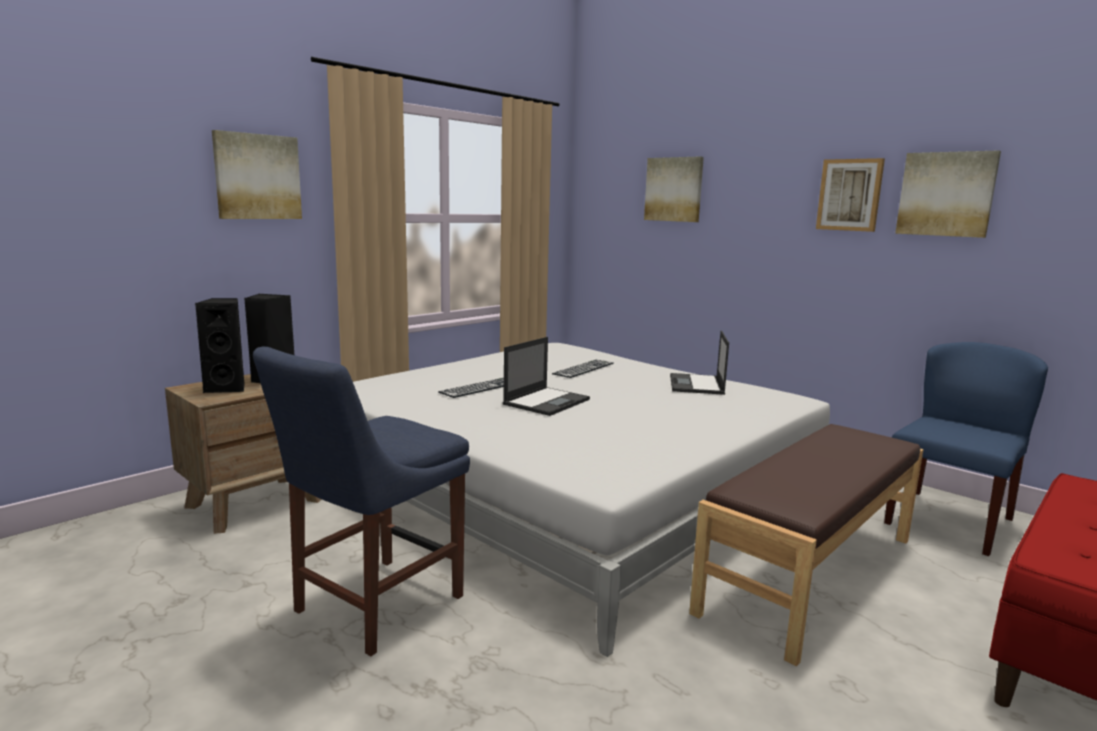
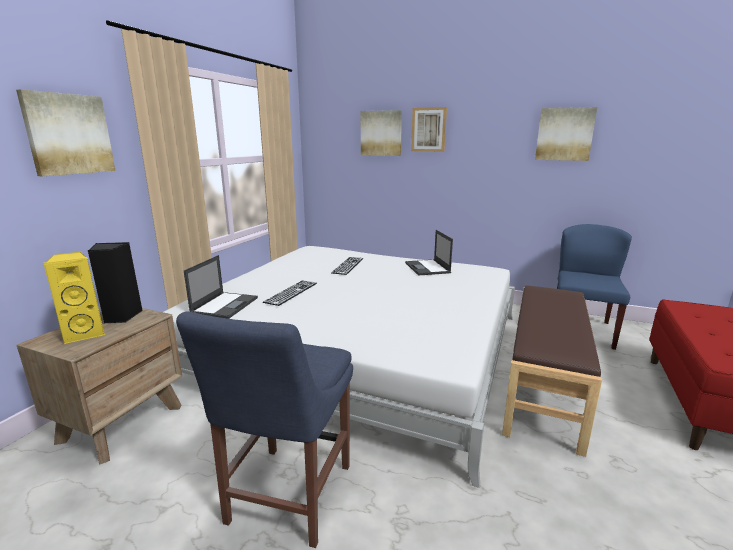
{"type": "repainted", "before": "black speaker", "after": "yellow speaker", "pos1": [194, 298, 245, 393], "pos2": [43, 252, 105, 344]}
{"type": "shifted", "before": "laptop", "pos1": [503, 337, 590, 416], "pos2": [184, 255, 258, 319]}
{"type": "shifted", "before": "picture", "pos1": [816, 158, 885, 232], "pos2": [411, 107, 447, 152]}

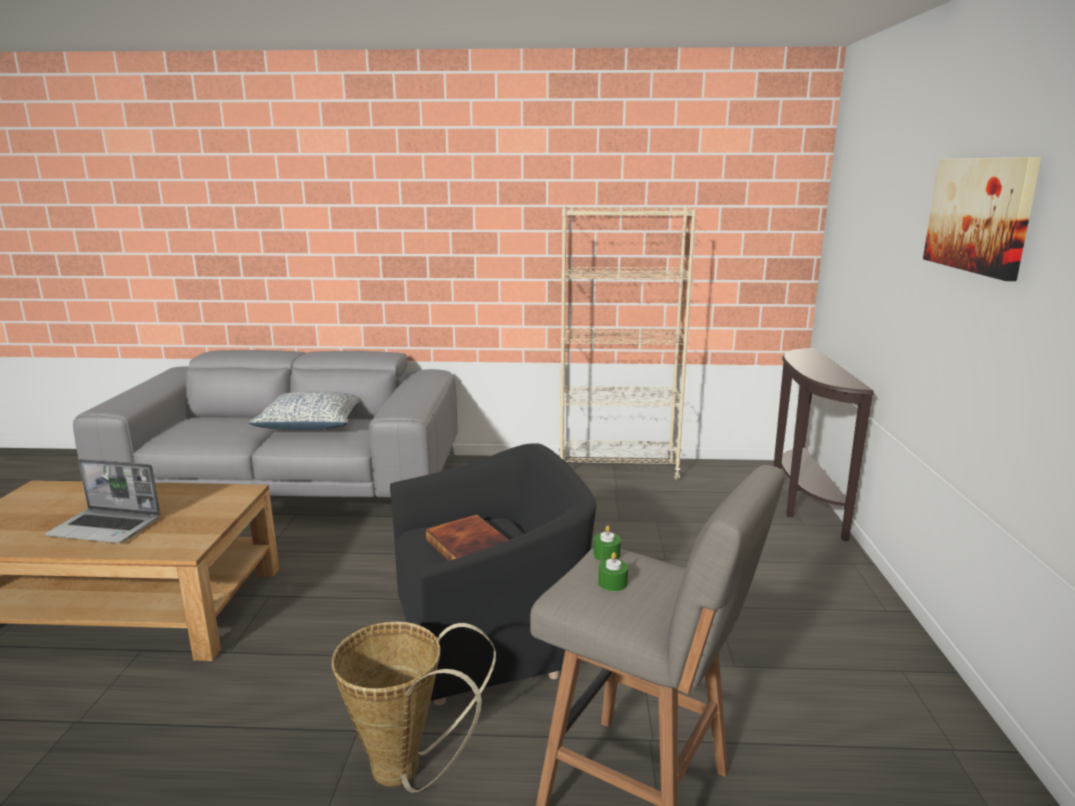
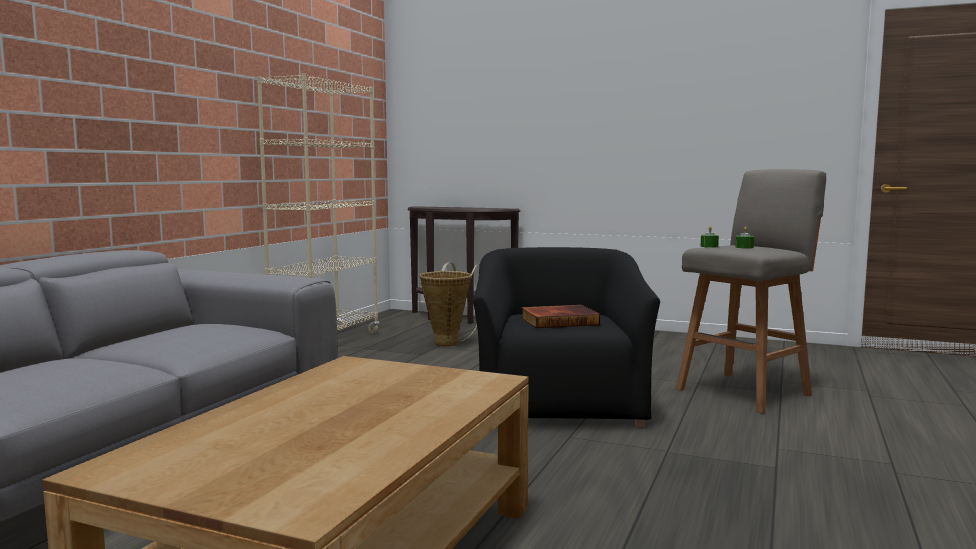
{"type": "shifted", "before": "basket", "pos1": [332, 622, 496, 792], "pos2": [420, 262, 480, 347]}
{"type": "gone", "before": "laptop", "pos1": [45, 459, 161, 543]}
{"type": "gone", "before": "pillow", "pos1": [248, 391, 361, 430]}
{"type": "gone", "before": "picture", "pos1": [923, 157, 1042, 281]}

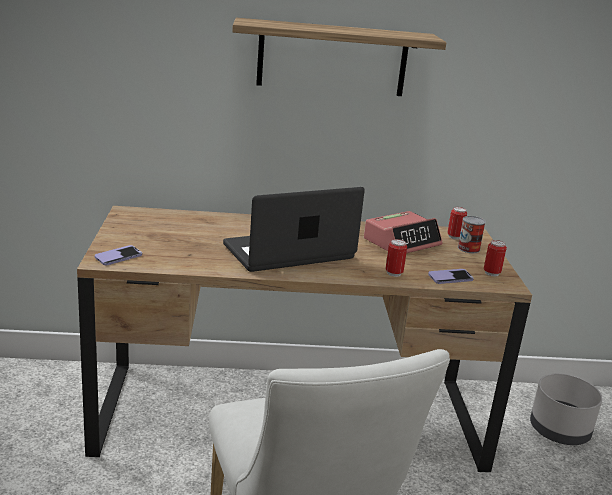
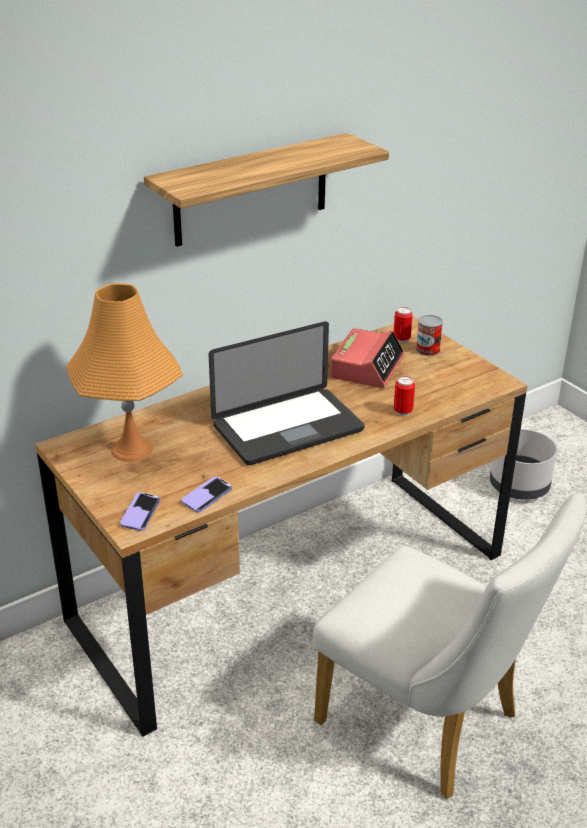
{"type": "new", "after": "orange table lamp", "pos2": [67, 283, 183, 462]}
{"type": "shifted", "before": "phone", "pos1": [428, 269, 474, 284], "pos2": [182, 476, 232, 513]}
{"type": "rotated", "before": "laptop", "pos1": [223, 187, 365, 272], "pos2": [209, 321, 365, 465], "turn": -150}
{"type": "gone", "before": "can", "pos1": [484, 240, 507, 277]}

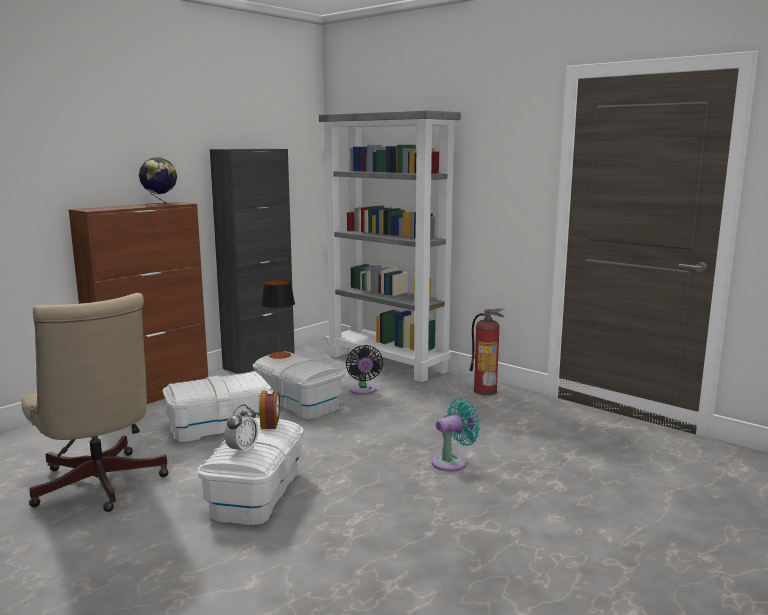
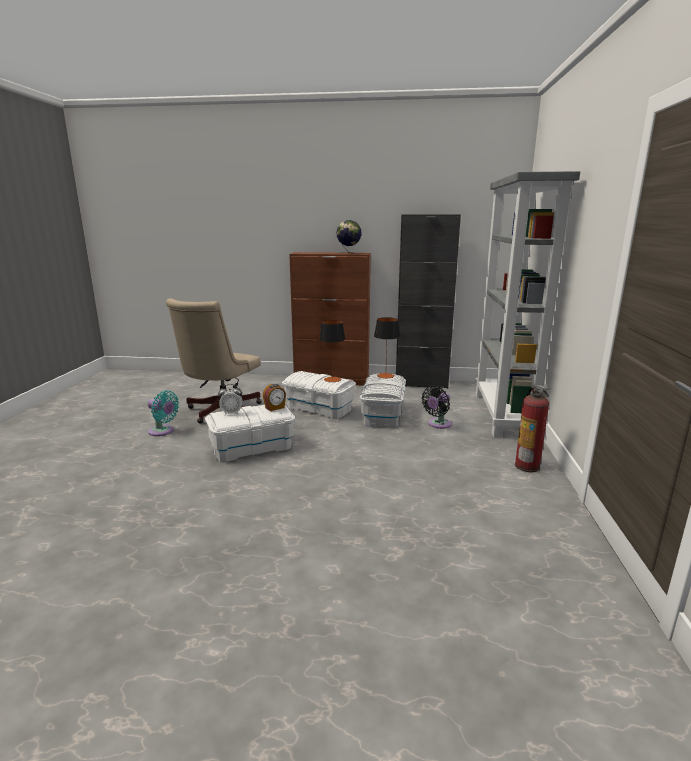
{"type": "shifted", "before": "turquoise fan", "pos1": [432, 398, 480, 472], "pos2": [148, 390, 179, 436]}
{"type": "new", "after": "table lamp", "pos2": [319, 320, 345, 382]}

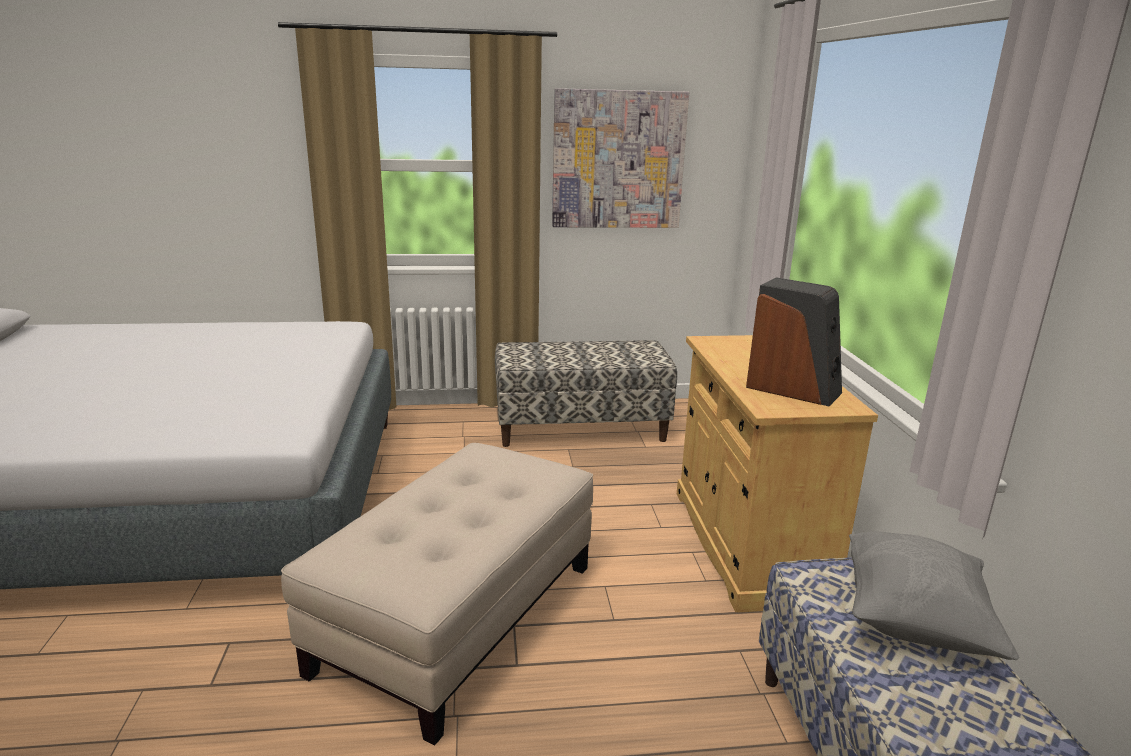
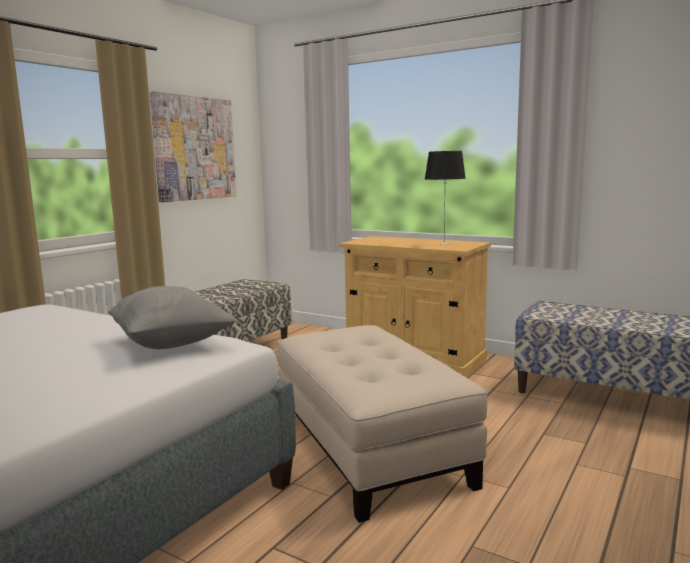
{"type": "shifted", "before": "grey pillow", "pos1": [849, 531, 1019, 660], "pos2": [108, 286, 238, 349]}
{"type": "swapped", "before": "speaker", "after": "table lamp", "pos1": [746, 277, 842, 406], "pos2": [425, 151, 466, 245]}

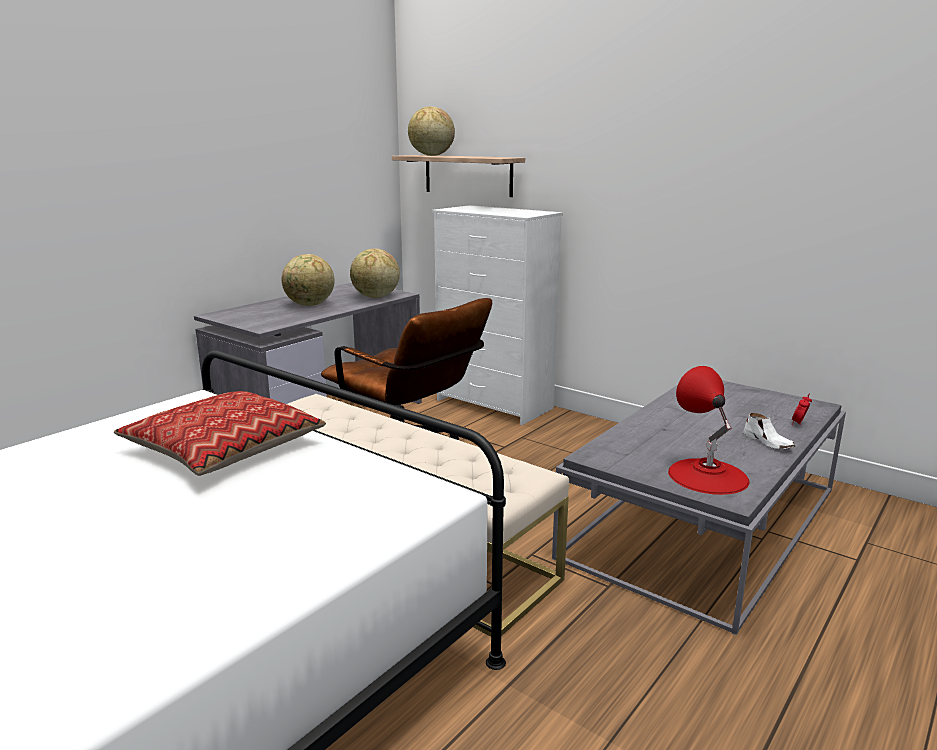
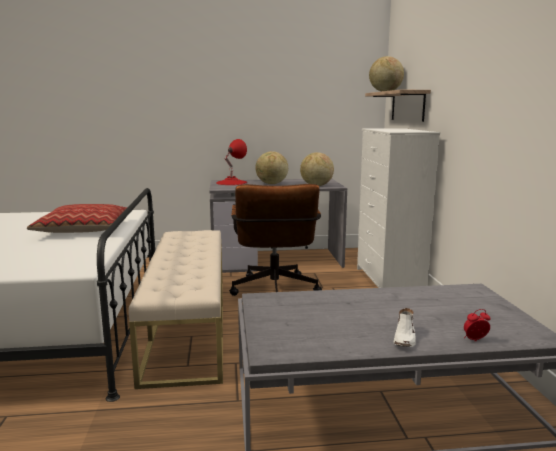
{"type": "shifted", "before": "red table lamp", "pos1": [668, 366, 749, 495], "pos2": [216, 139, 247, 185]}

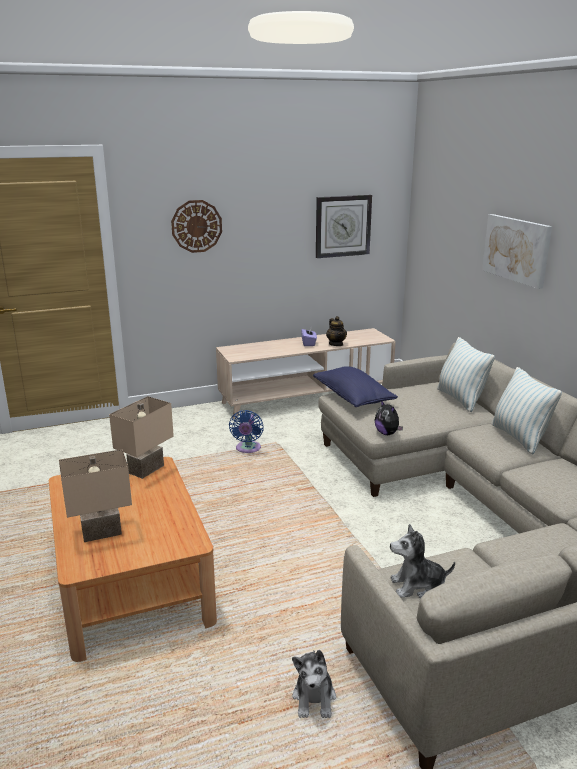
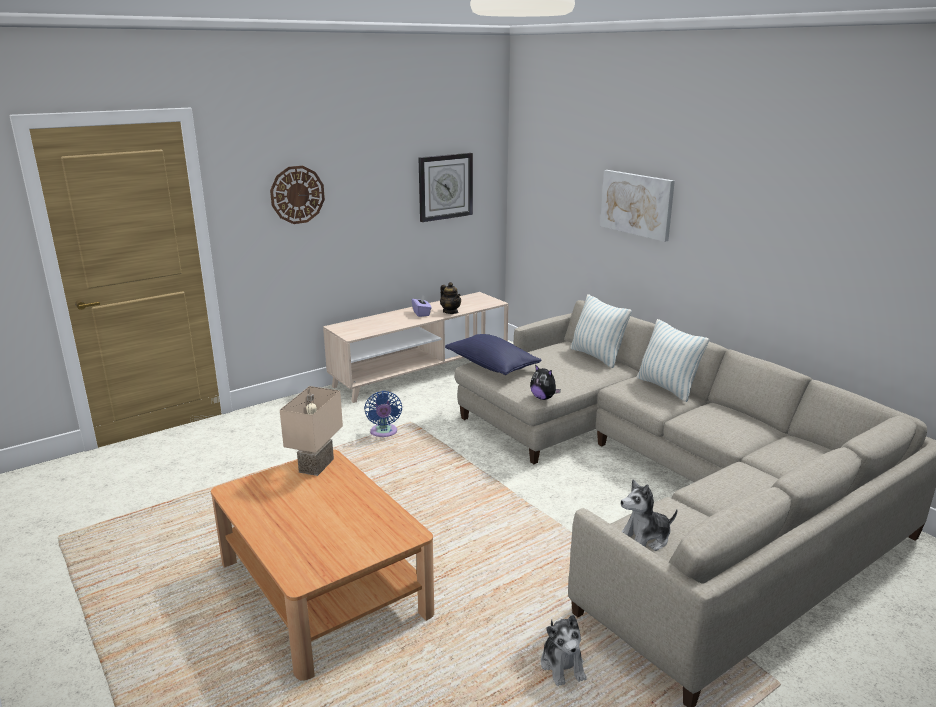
{"type": "gone", "before": "beige table lamp", "pos1": [59, 449, 132, 542]}

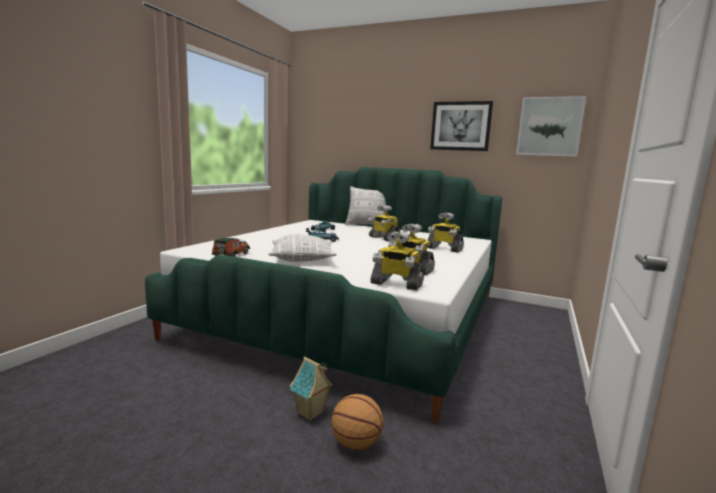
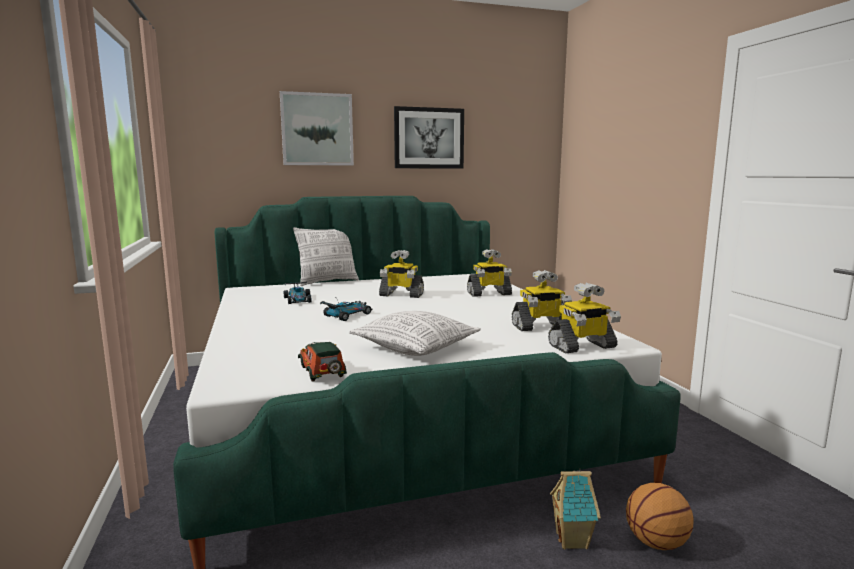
{"type": "shifted", "before": "picture", "pos1": [516, 96, 586, 157], "pos2": [280, 91, 354, 165]}

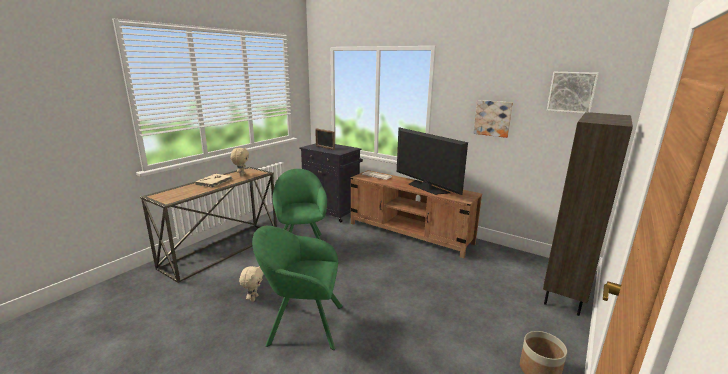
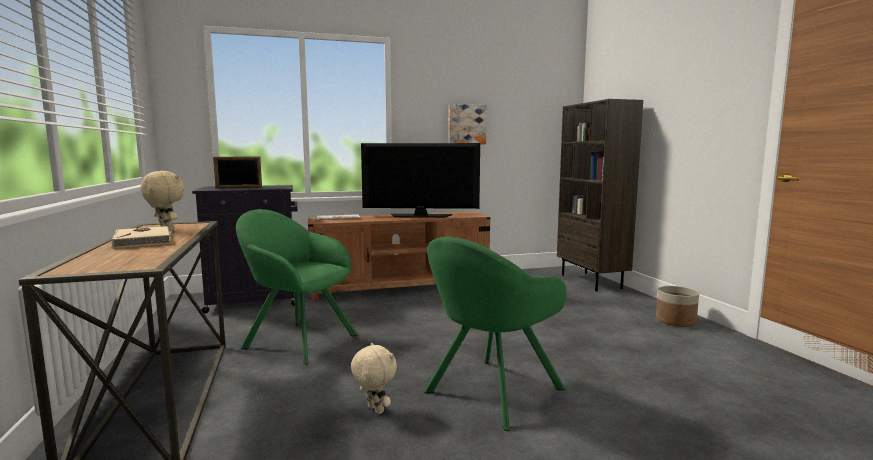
{"type": "gone", "before": "picture", "pos1": [547, 72, 598, 113]}

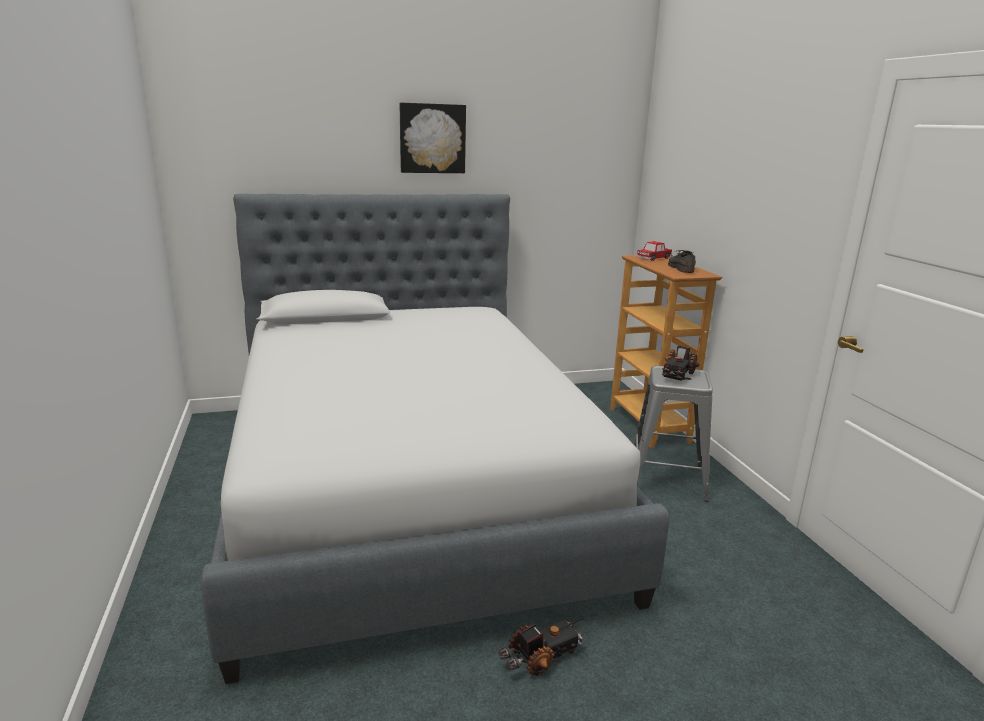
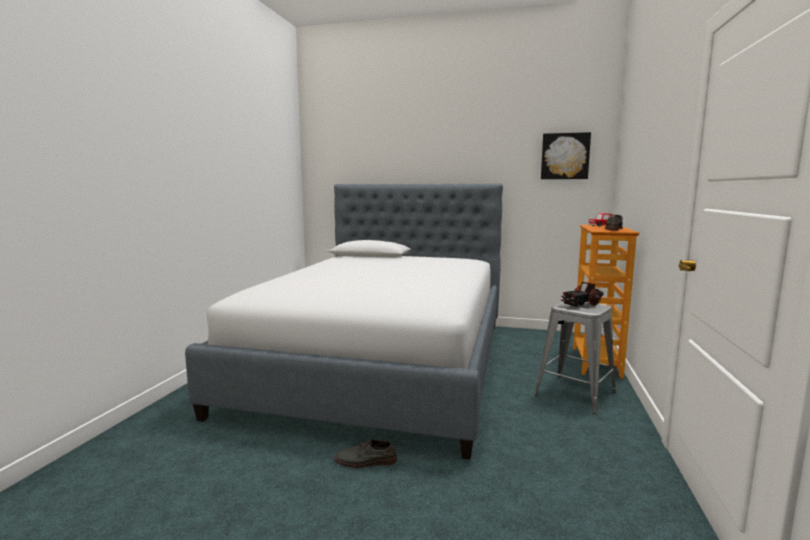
{"type": "swapped", "before": "toy truck", "after": "grey shoe", "pos1": [499, 618, 584, 676], "pos2": [334, 438, 397, 468]}
{"type": "shifted", "before": "picture", "pos1": [399, 103, 466, 173], "pos2": [541, 132, 591, 179]}

